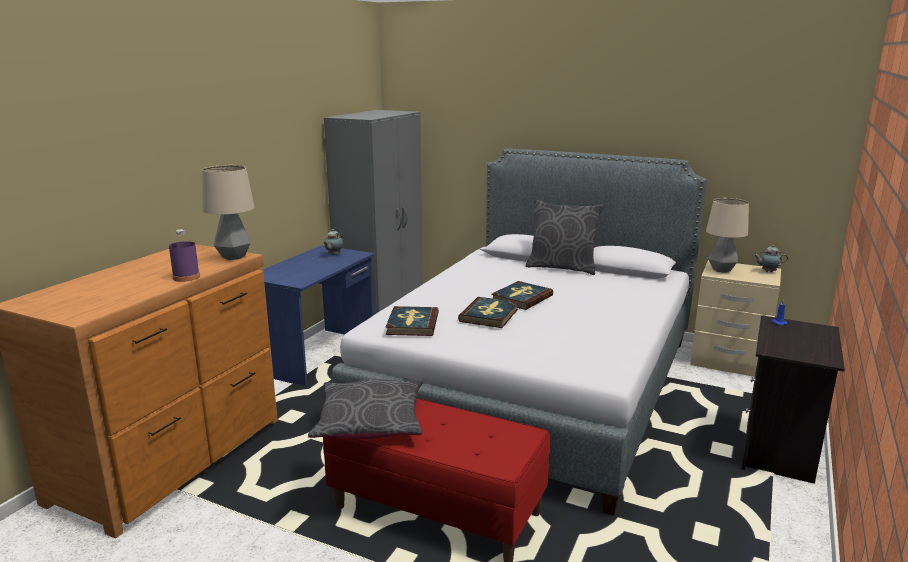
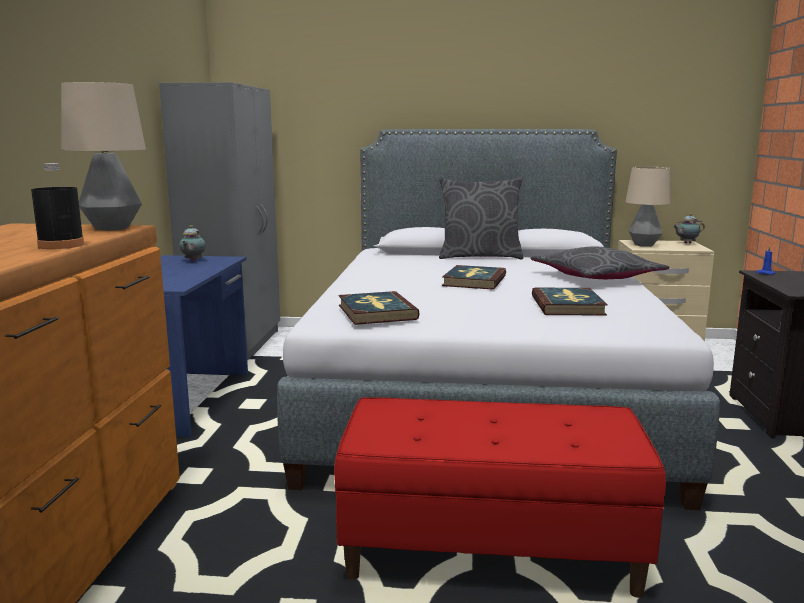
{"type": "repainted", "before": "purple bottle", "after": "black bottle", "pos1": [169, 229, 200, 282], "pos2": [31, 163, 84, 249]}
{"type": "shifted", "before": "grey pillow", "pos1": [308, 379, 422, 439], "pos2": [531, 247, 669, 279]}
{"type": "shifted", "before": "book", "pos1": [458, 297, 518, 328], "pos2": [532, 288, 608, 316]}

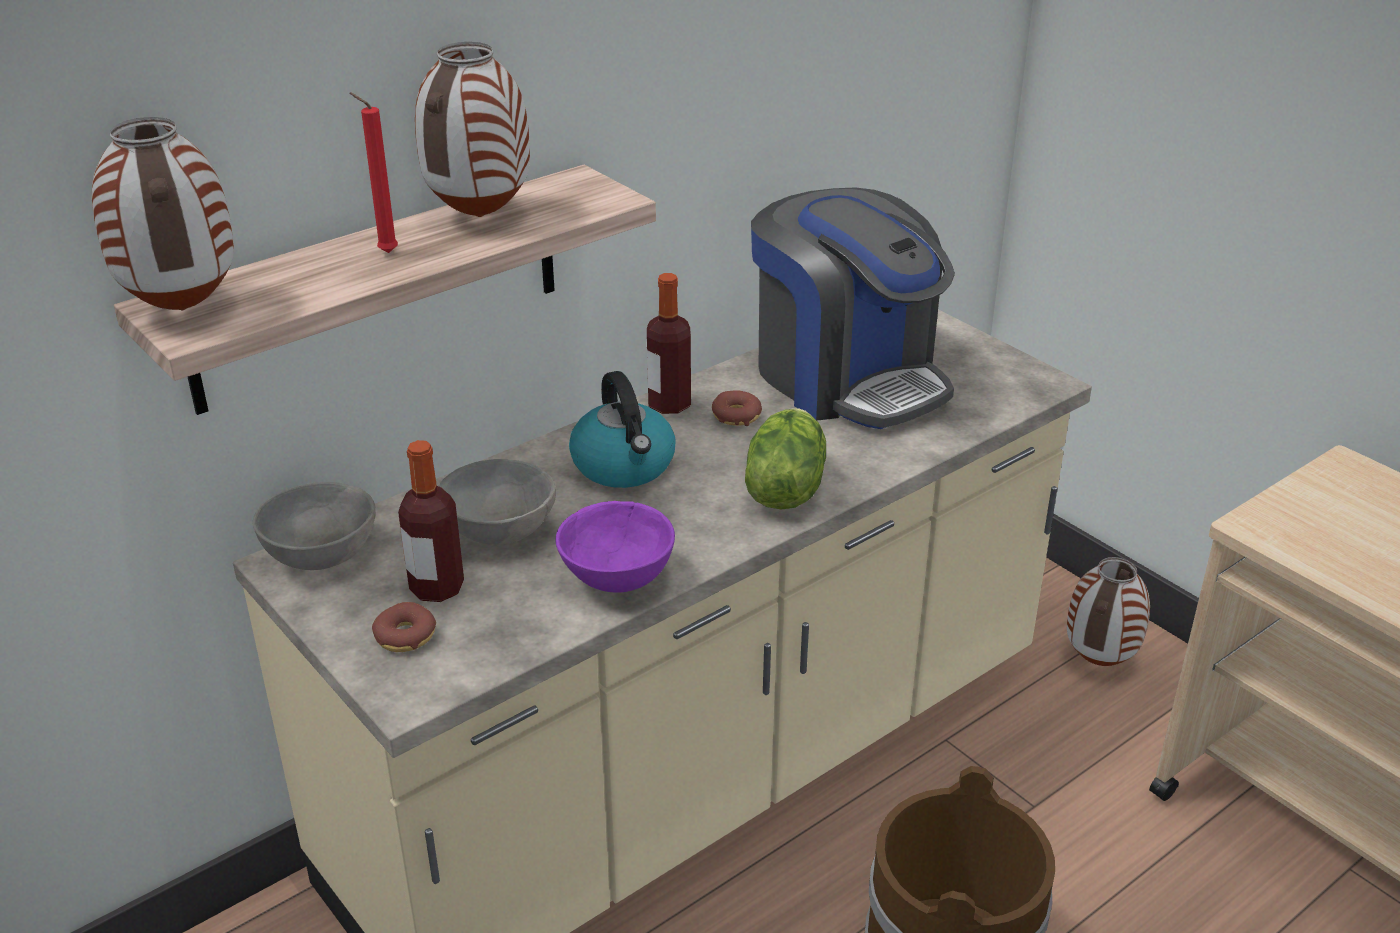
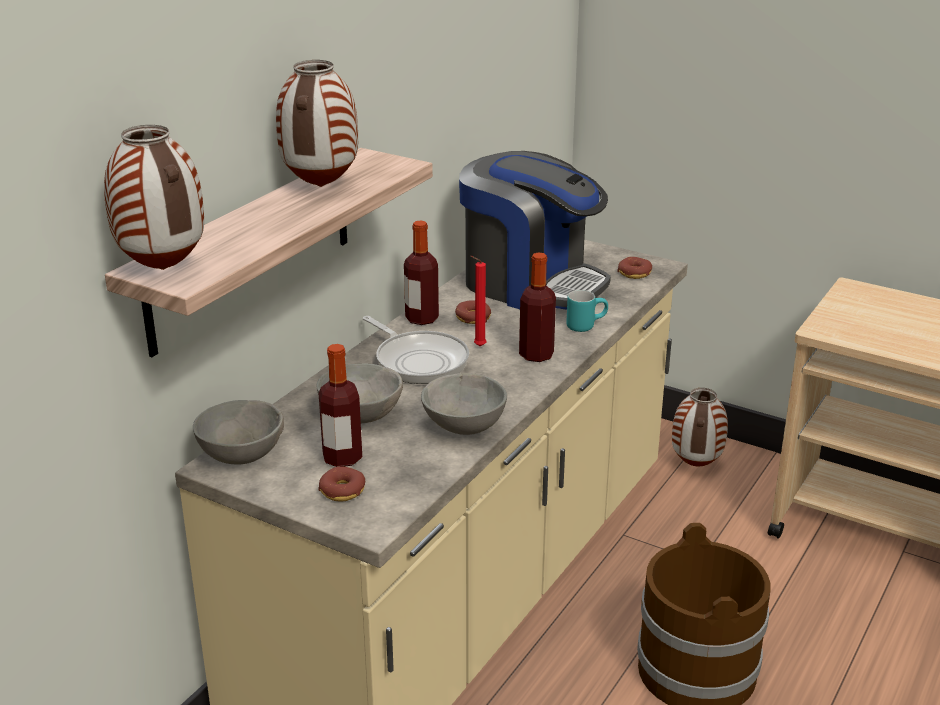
{"type": "swapped", "before": "kettle", "after": "frying pan", "pos1": [569, 371, 676, 488], "pos2": [362, 316, 469, 384]}
{"type": "repainted", "before": "purple bowl", "after": "grey bowl", "pos1": [556, 501, 675, 593], "pos2": [421, 373, 507, 435]}
{"type": "shifted", "before": "red candle", "pos1": [349, 92, 398, 253], "pos2": [470, 256, 486, 346]}
{"type": "swapped", "before": "lettuce", "after": "bottle", "pos1": [745, 408, 826, 510], "pos2": [519, 252, 556, 362]}
{"type": "new", "after": "turquoise mug", "pos2": [566, 290, 608, 332]}
{"type": "new", "after": "donut", "pos2": [617, 257, 652, 279]}

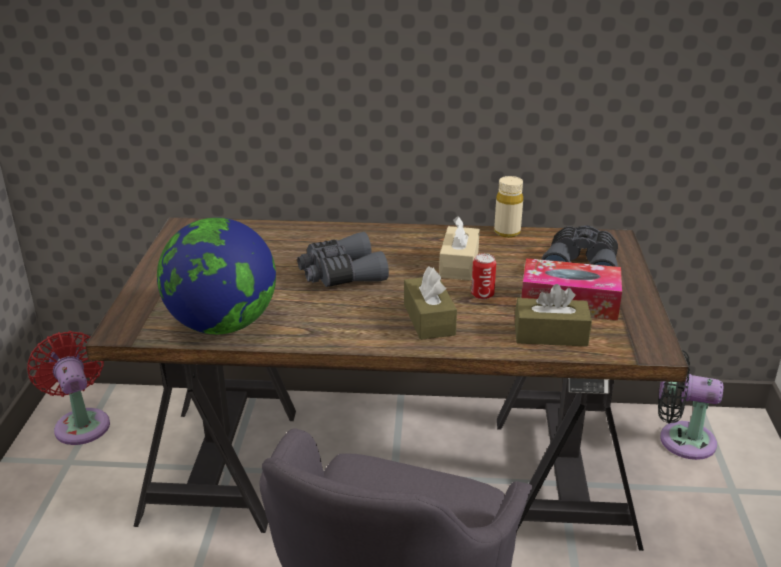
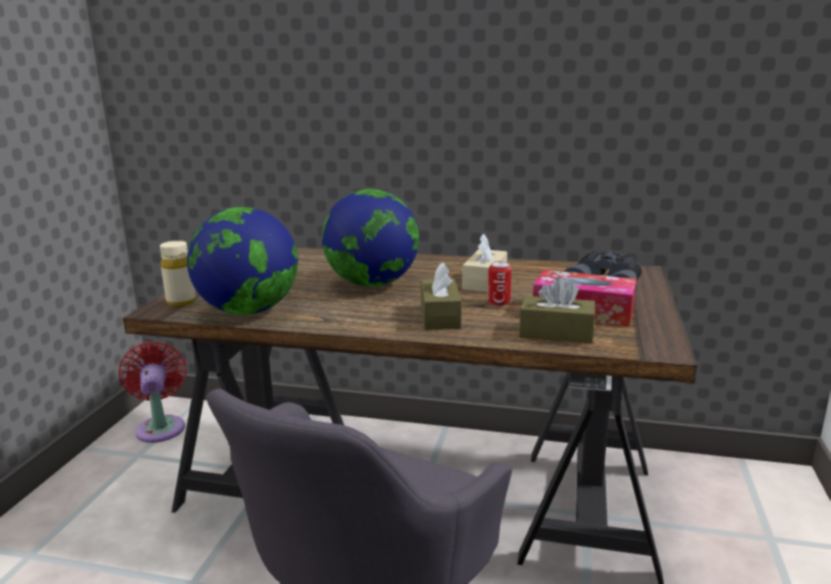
{"type": "shifted", "before": "beige bottle", "pos1": [494, 176, 523, 238], "pos2": [160, 241, 196, 307]}
{"type": "swapped", "before": "grey binoculars", "after": "globe", "pos1": [297, 232, 389, 287], "pos2": [322, 189, 419, 287]}
{"type": "gone", "before": "black fan", "pos1": [658, 350, 723, 460]}

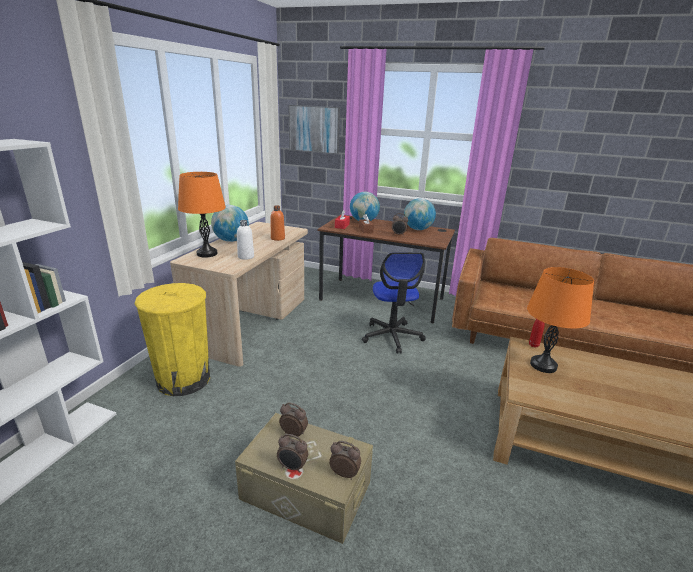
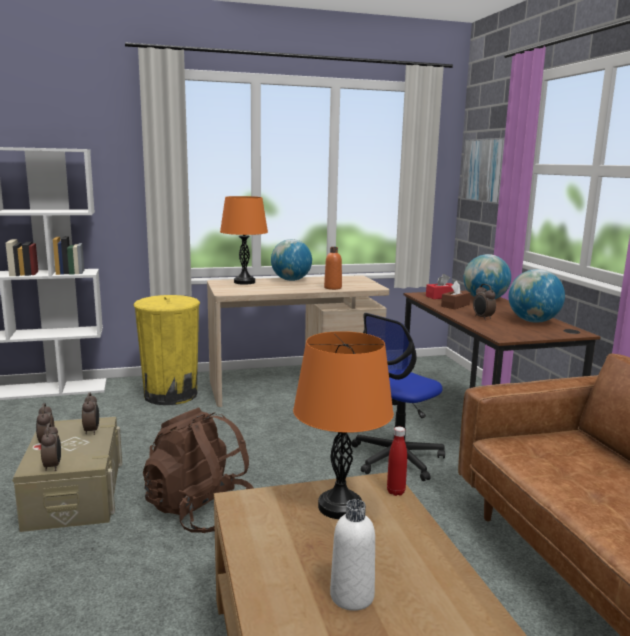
{"type": "new", "after": "brown backpack", "pos2": [143, 408, 254, 533]}
{"type": "shifted", "before": "white bottle", "pos1": [237, 220, 254, 260], "pos2": [330, 499, 375, 611]}

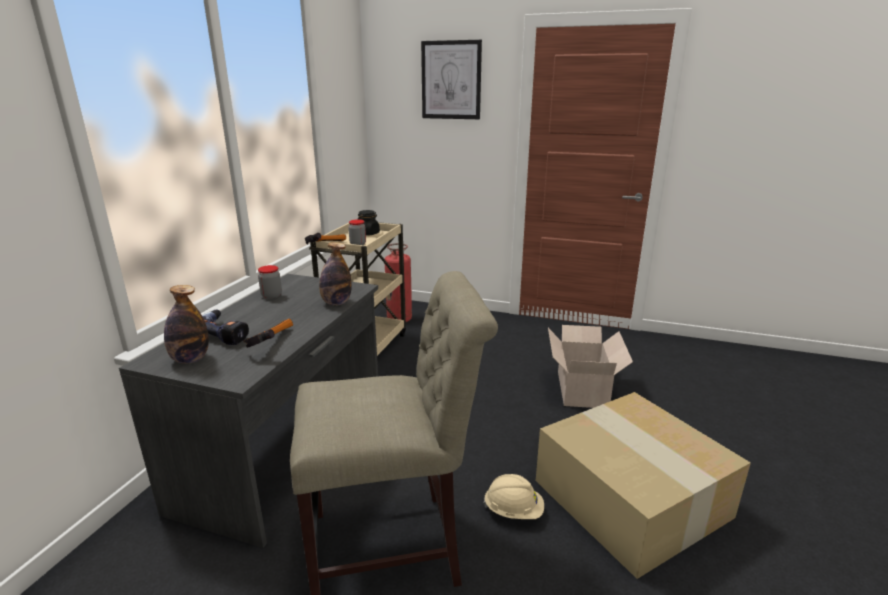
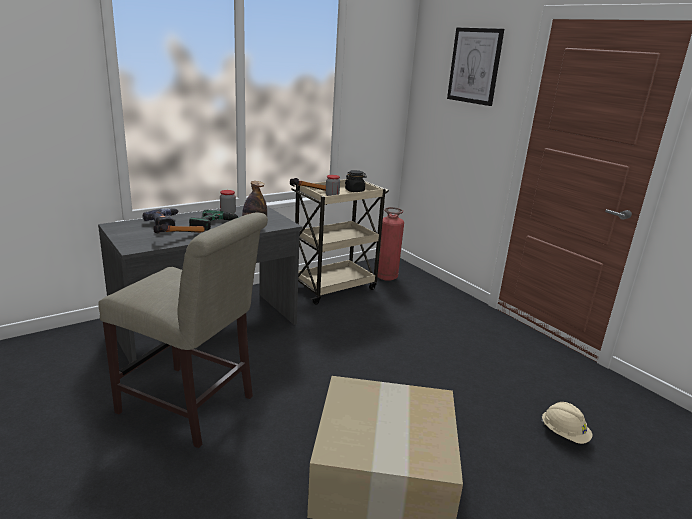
{"type": "new", "after": "power drill", "pos2": [189, 210, 239, 230]}
{"type": "shifted", "before": "beige hard hat", "pos1": [483, 474, 544, 519], "pos2": [541, 402, 592, 444]}
{"type": "gone", "before": "bottle", "pos1": [164, 285, 209, 364]}
{"type": "gone", "before": "cardboard box", "pos1": [548, 325, 633, 408]}

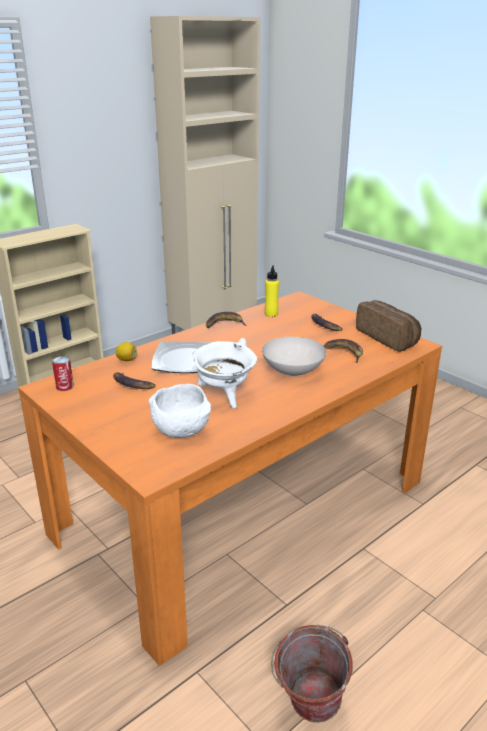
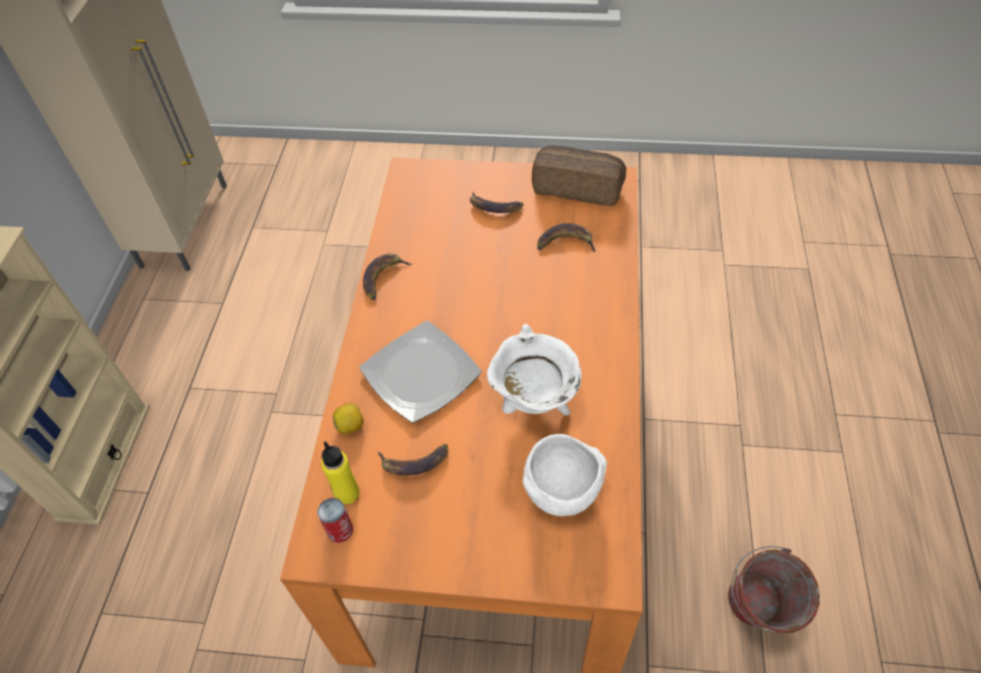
{"type": "shifted", "before": "yellow bottle", "pos1": [265, 265, 279, 317], "pos2": [321, 441, 359, 505]}
{"type": "gone", "before": "white bowl", "pos1": [262, 337, 326, 376]}

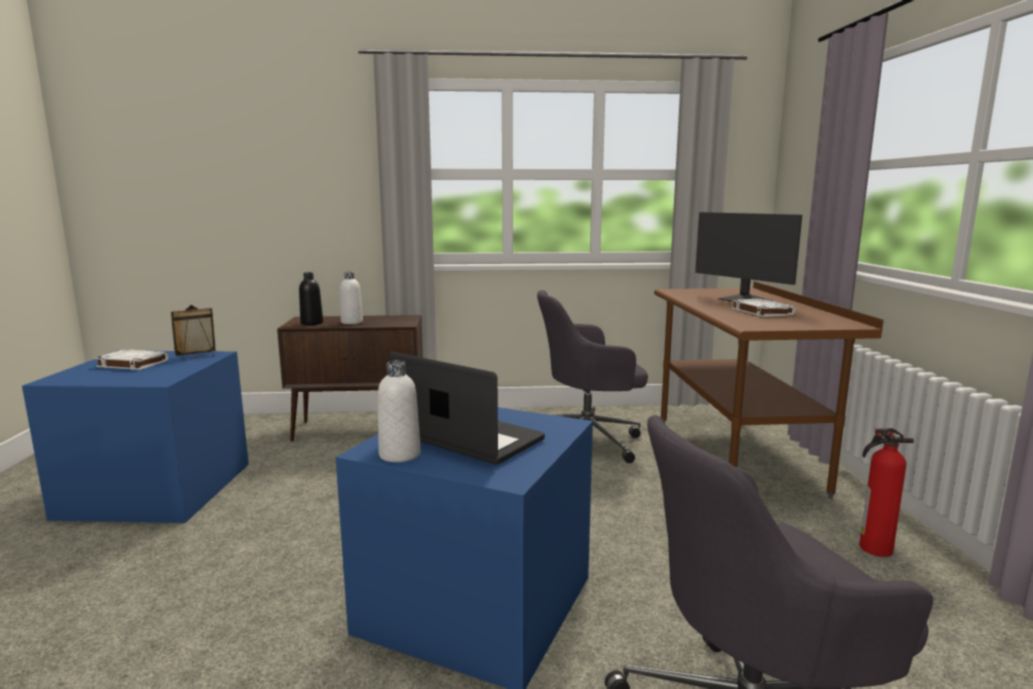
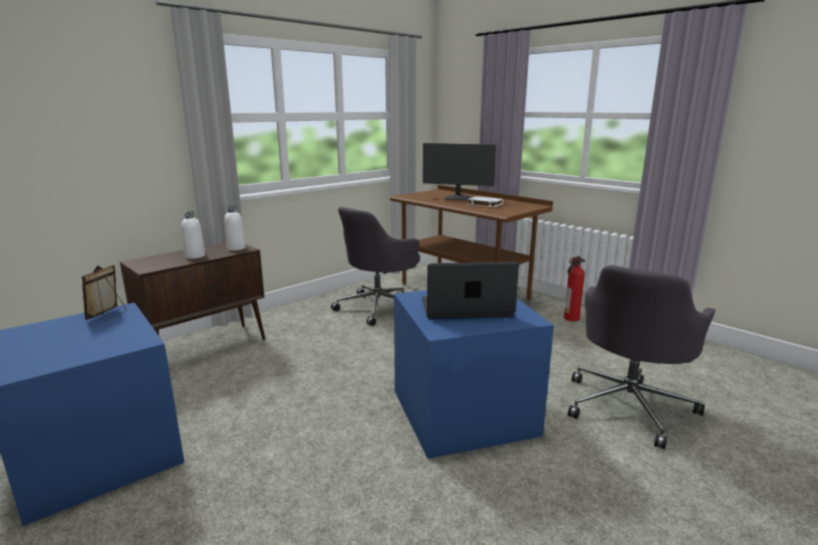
{"type": "shifted", "before": "white bottle", "pos1": [378, 360, 421, 462], "pos2": [224, 206, 246, 251]}
{"type": "gone", "before": "white book", "pos1": [95, 350, 169, 370]}
{"type": "gone", "before": "black bottle", "pos1": [299, 272, 323, 325]}

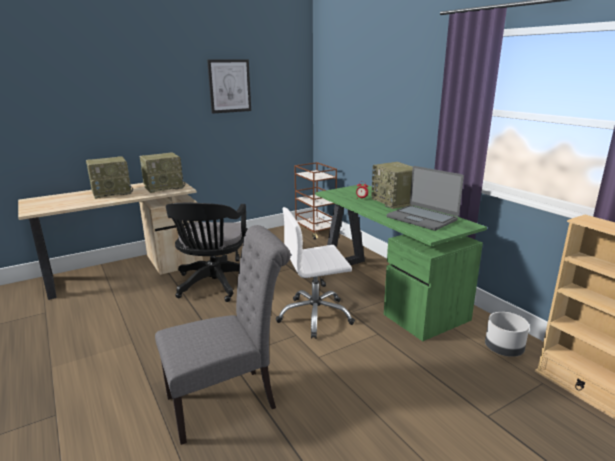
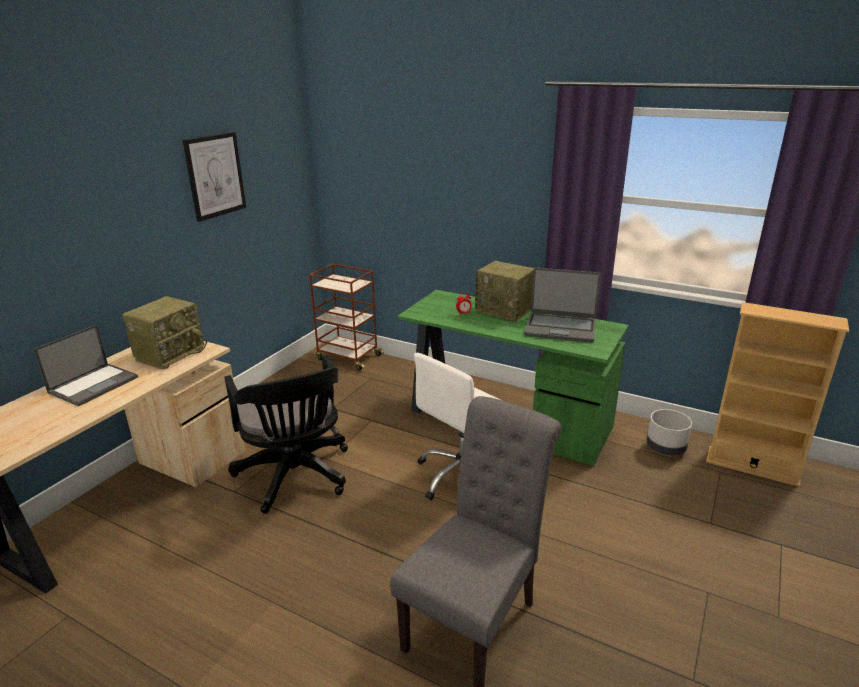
{"type": "swapped", "before": "radio", "after": "laptop", "pos1": [86, 156, 133, 199], "pos2": [33, 325, 138, 406]}

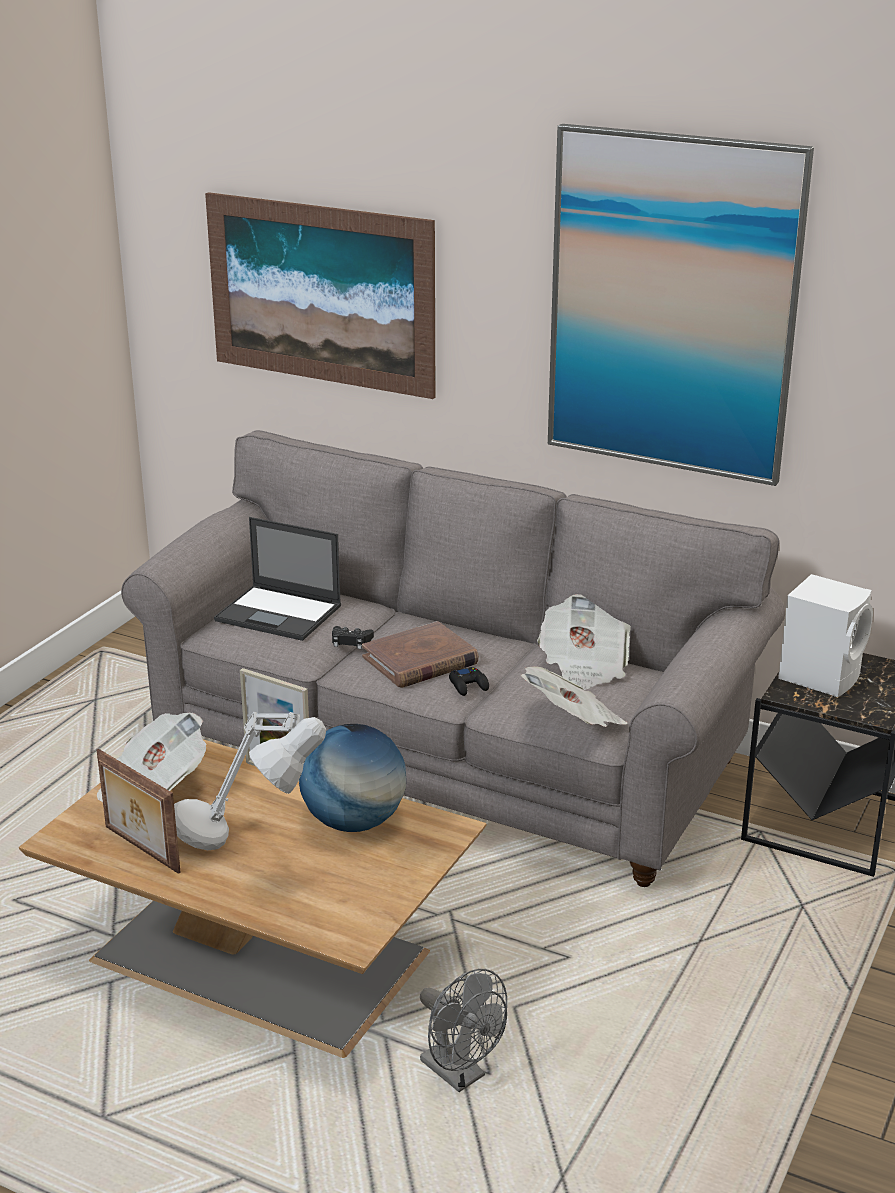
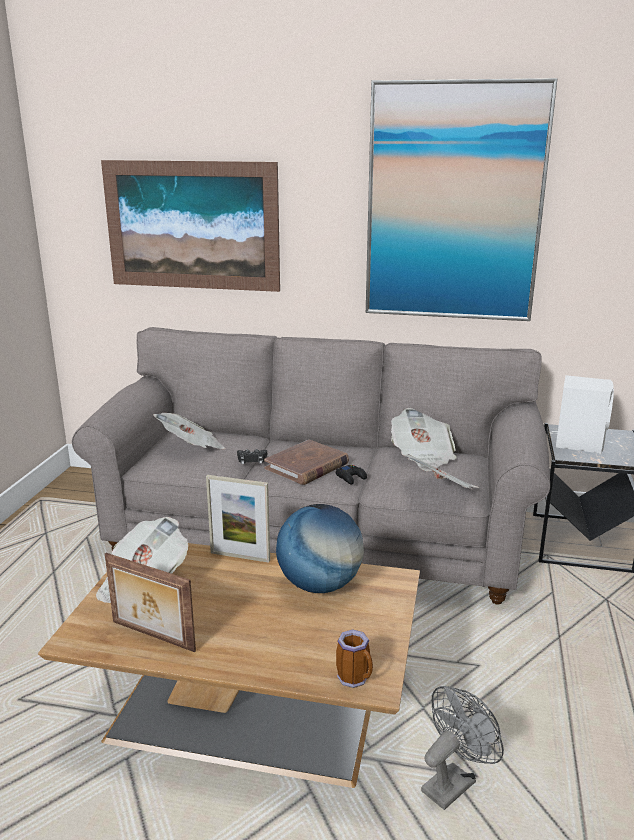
{"type": "swapped", "before": "laptop", "after": "newspaper", "pos1": [214, 517, 341, 641], "pos2": [153, 413, 226, 449]}
{"type": "new", "after": "mug", "pos2": [336, 629, 373, 688]}
{"type": "rotated", "before": "grey fan", "pos1": [420, 969, 507, 1092], "pos2": [421, 686, 504, 810], "turn": -75}
{"type": "gone", "before": "grey table lamp", "pos1": [174, 712, 326, 850]}

